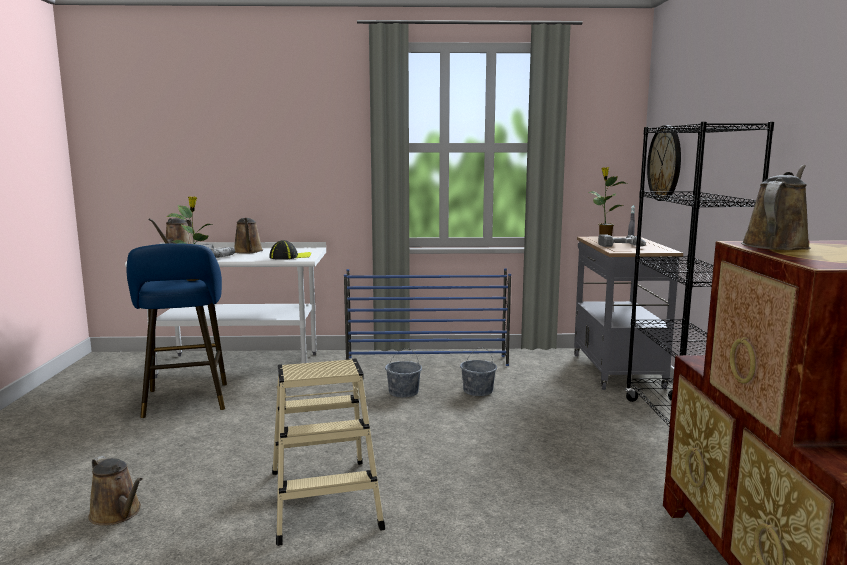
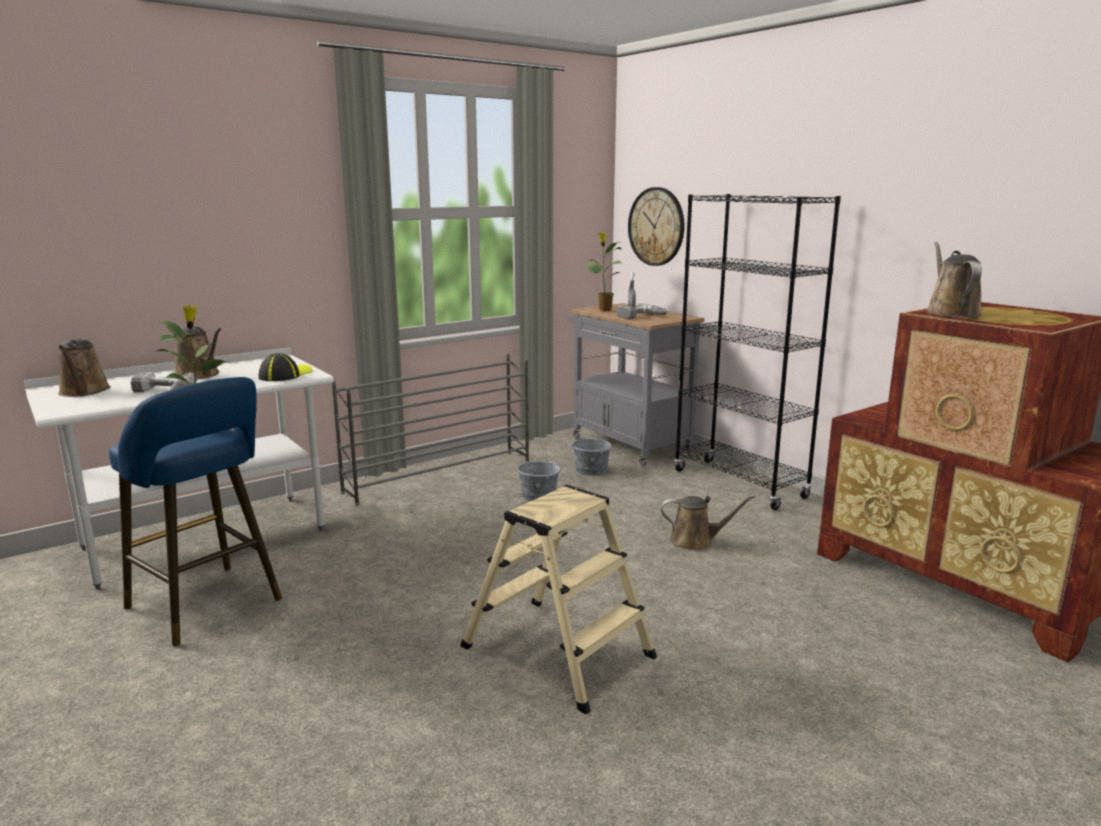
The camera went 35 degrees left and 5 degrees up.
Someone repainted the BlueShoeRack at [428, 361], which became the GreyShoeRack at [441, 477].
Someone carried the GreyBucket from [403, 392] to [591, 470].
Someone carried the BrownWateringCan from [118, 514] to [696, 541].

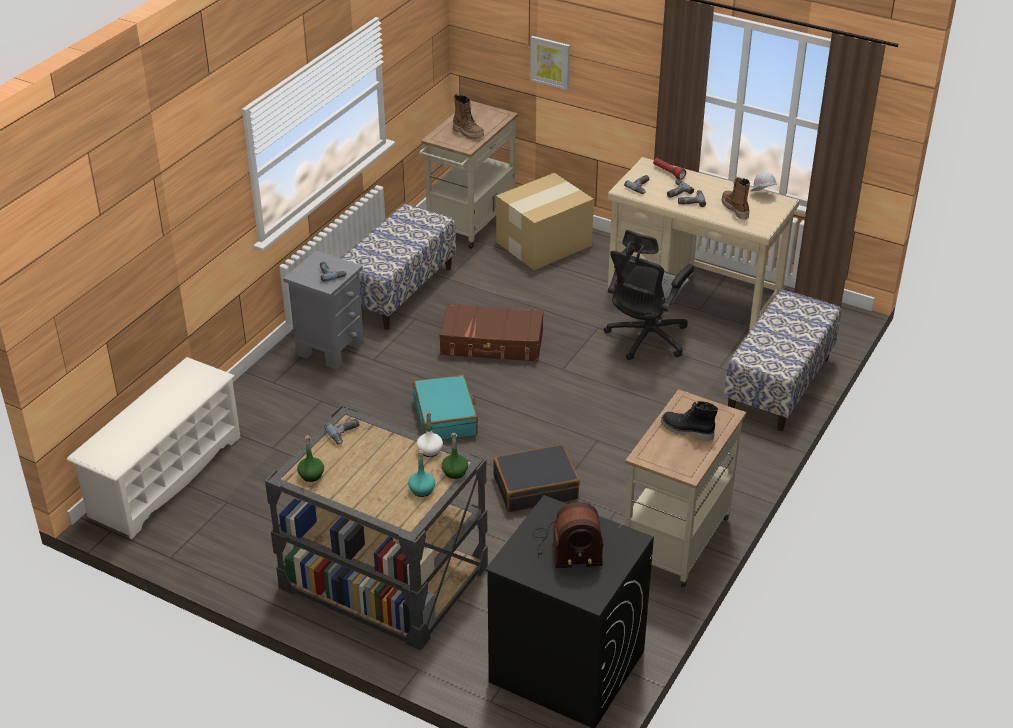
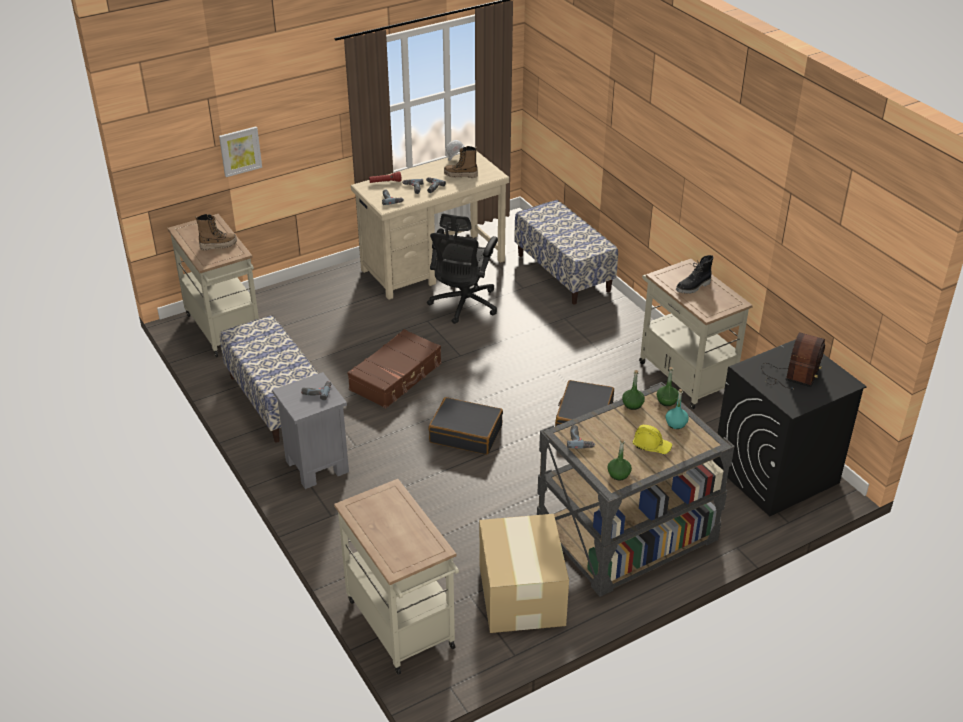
The camera went 60 degrees left and 0 degrees up.
Someone swapped the WhiteShoeRack at [165, 476] for the BeigeCart at [402, 626].
Someone rotated the OfficeChair at [645, 340] by 45 degrees clockwise.
Someone repainted the TurquoiseSuitcase at [446, 417], which became the BlackSuitcase at [466, 433].
Someone carried the CardboardBox from [545, 243] to [522, 593].
Someone repainted the WhiteBottle at [429, 450], which became the GreenBottle at [632, 404].
Someone put down the YellowHardHat at [651, 446].

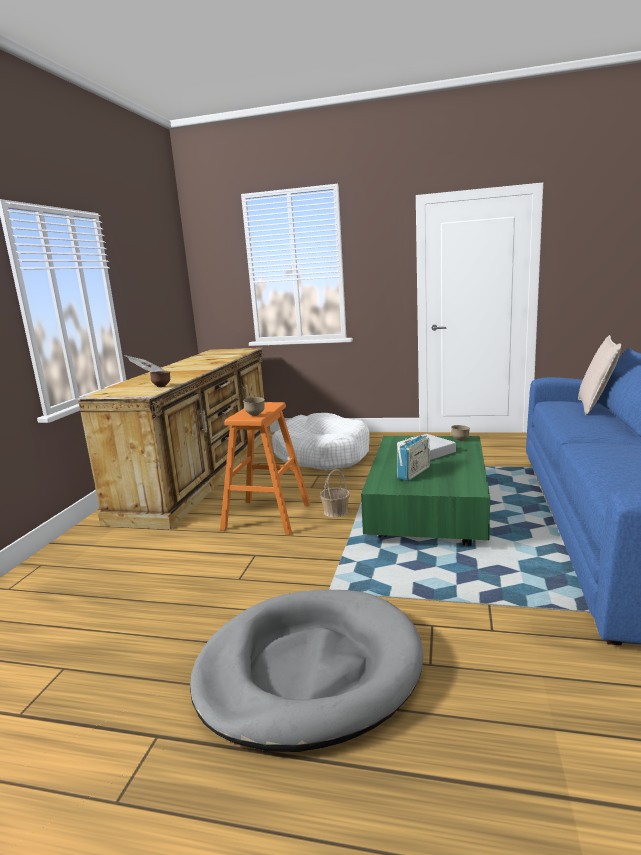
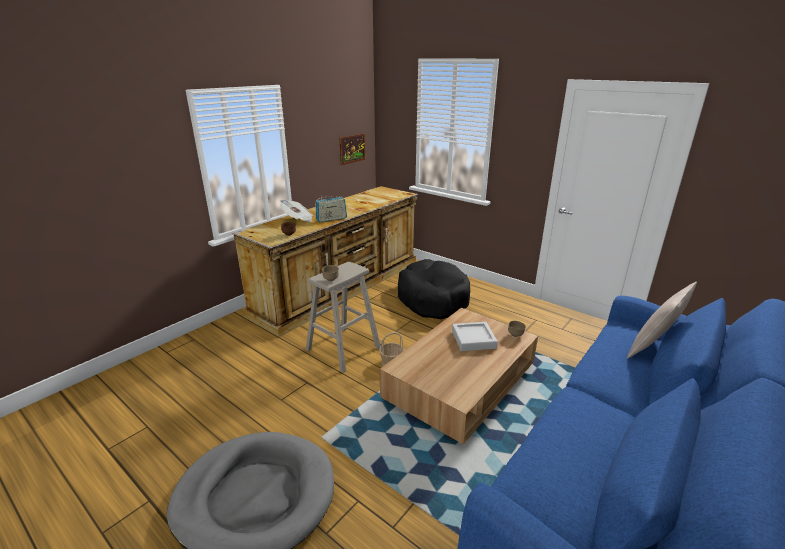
The camera went 25 degrees right and 10 degrees up.
Someone repainted the OrangeStool at [267, 516], which became the BeigeStool at [343, 348].
Someone carried the Radio from [414, 473] to [331, 219].
Someone put up the Picture at [352, 148].
Someone repainted the GreenCoffeeTable at [428, 508], which became the BrownCoffeeTable at [460, 386].
Someone repainted the WhiteDogBed at [322, 455], which became the BlackDogBed at [432, 298].

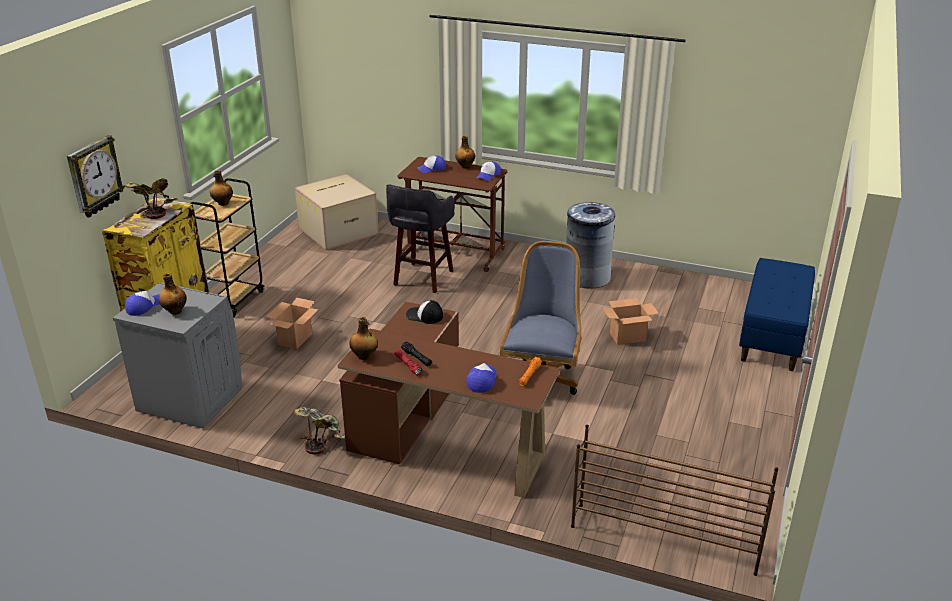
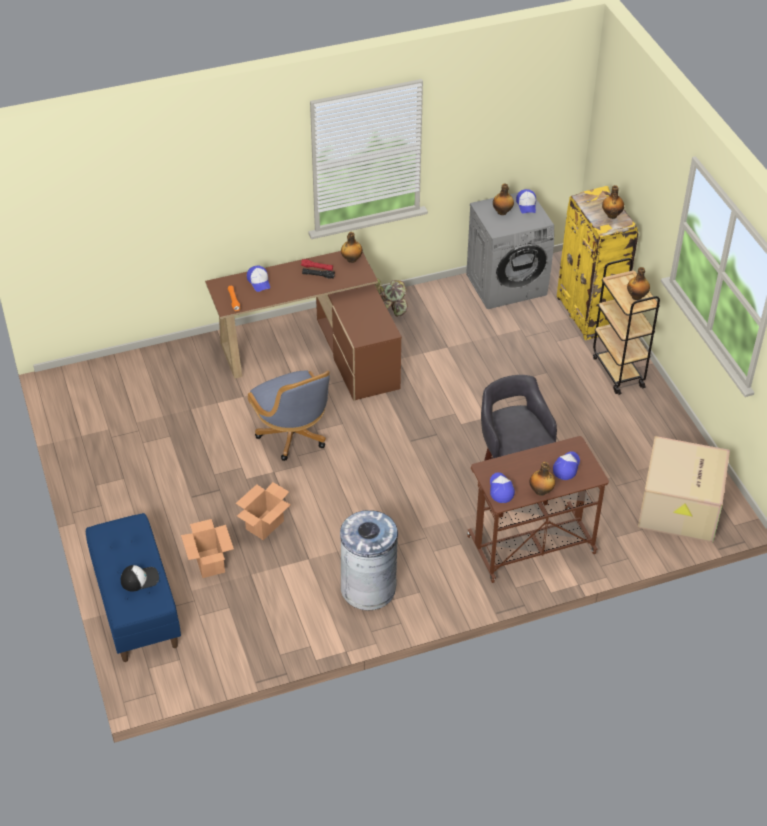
The camera went 140 degrees right and 15 degrees up.
Someone carried the Cap from [424, 316] to [140, 579].
Someone carried the CardboardBox from [295, 339] to [209, 562].
Someone swapped the PottedPlant at [152, 209] for the Bottle at [612, 215].
Someone took away the WallClock at [94, 176].
Someone took away the BrownShoeRack at [663, 538].

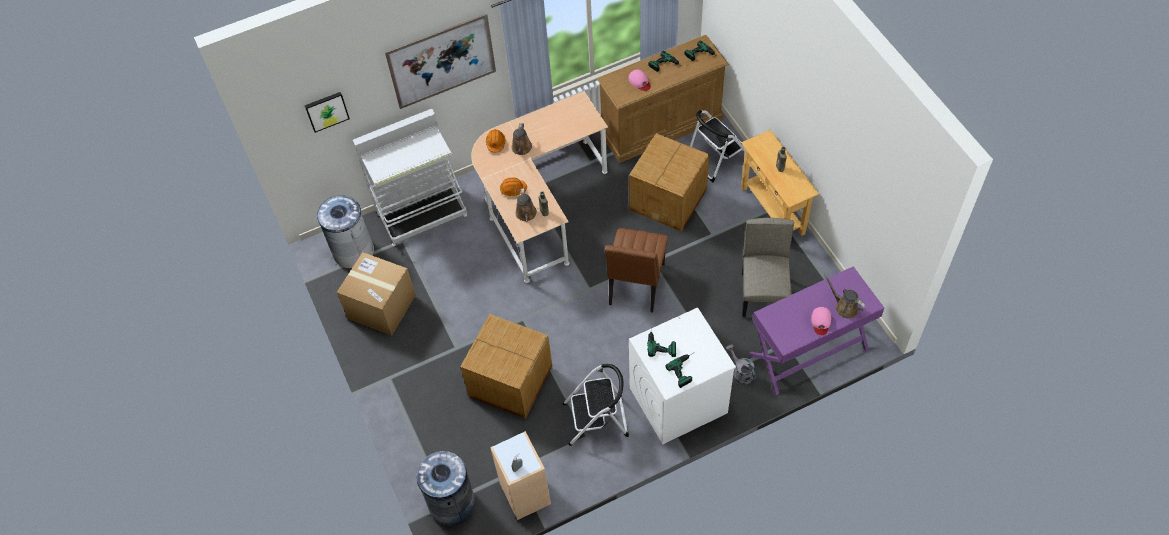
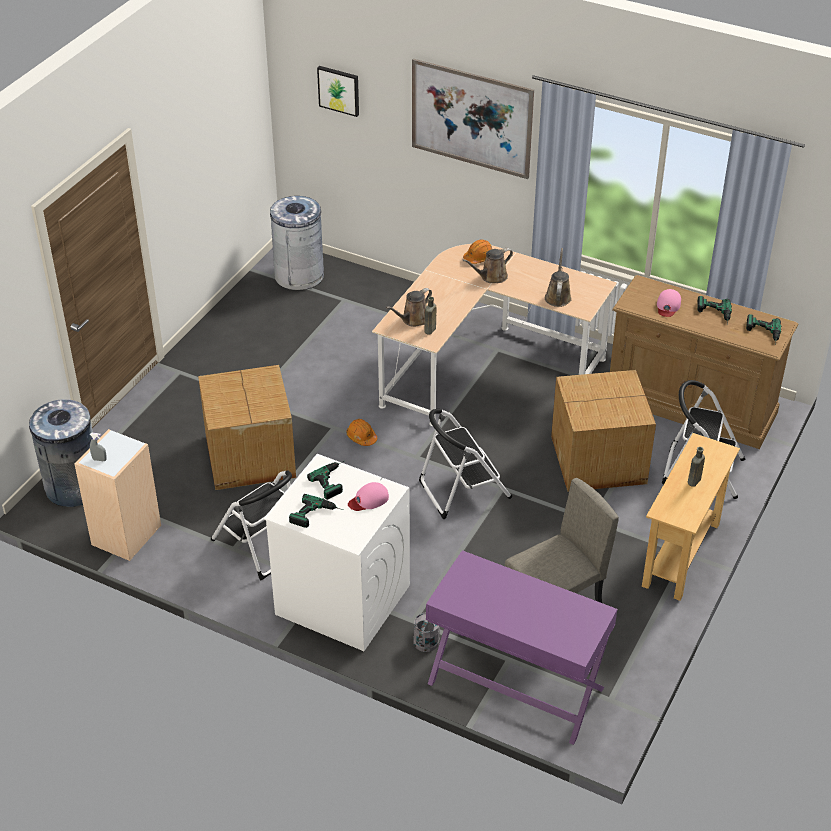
The camera went 50 degrees right and 15 degrees down.
Someone carried the OrangeHardHat from [513, 189] to [361, 437].
Someone carried the PinkCap from [821, 321] to [368, 500].
Someone swapped the BrownChair at [636, 283] for the StepLadder at [461, 490].
Someone carried the BrownWateringCan from [844, 307] to [558, 296].
Someone took away the CardboardBox at [381, 306].
Someone took away the WhiteShoeRack at [423, 217].

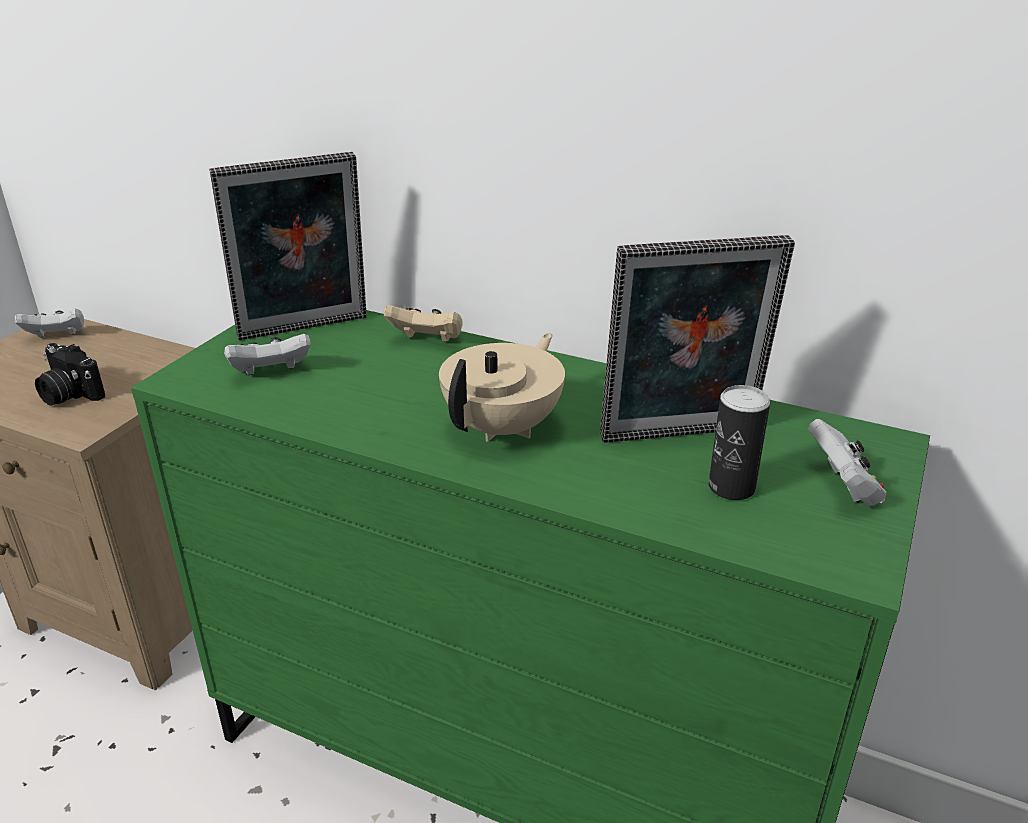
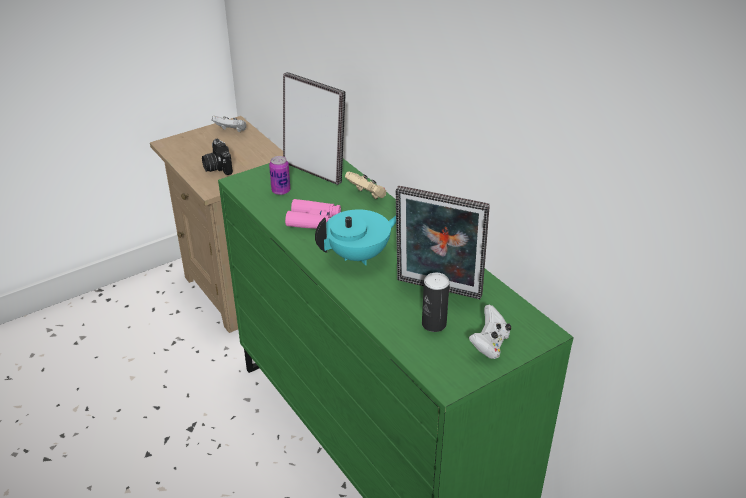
The camera went 30 degrees right and 5 degrees up.
Someone swapped the WhiteGameController at [271, 373] for the Can at [281, 191].
Someone rotated the PictureFrame at [305, 330] by 150 degrees counterclockwise.
Someone put down the PinkBinoculars at [314, 221].
Someone repainted the BeigeTeapot at [504, 427], which became the TurquoiseTeapot at [359, 255].

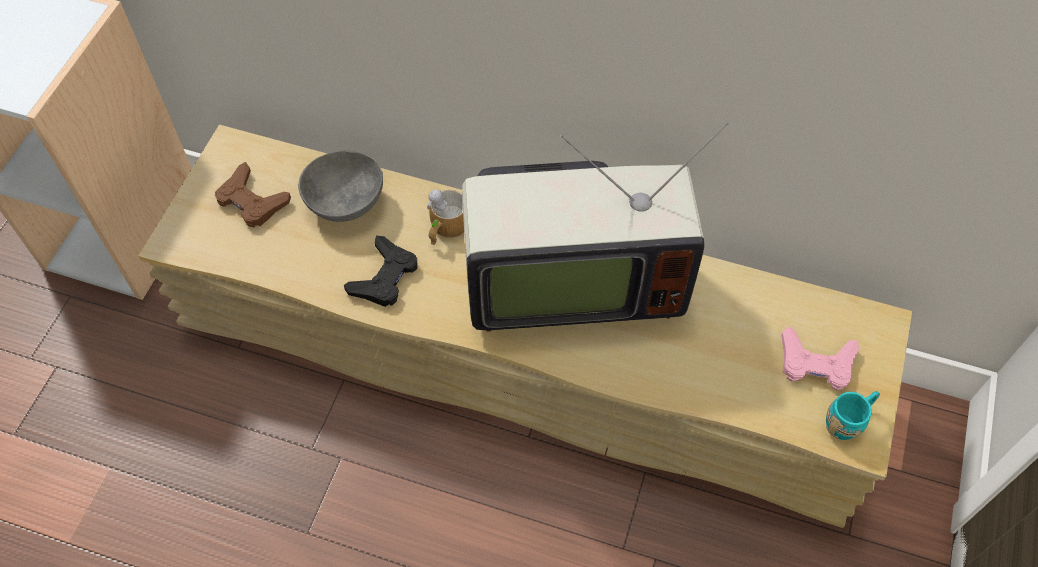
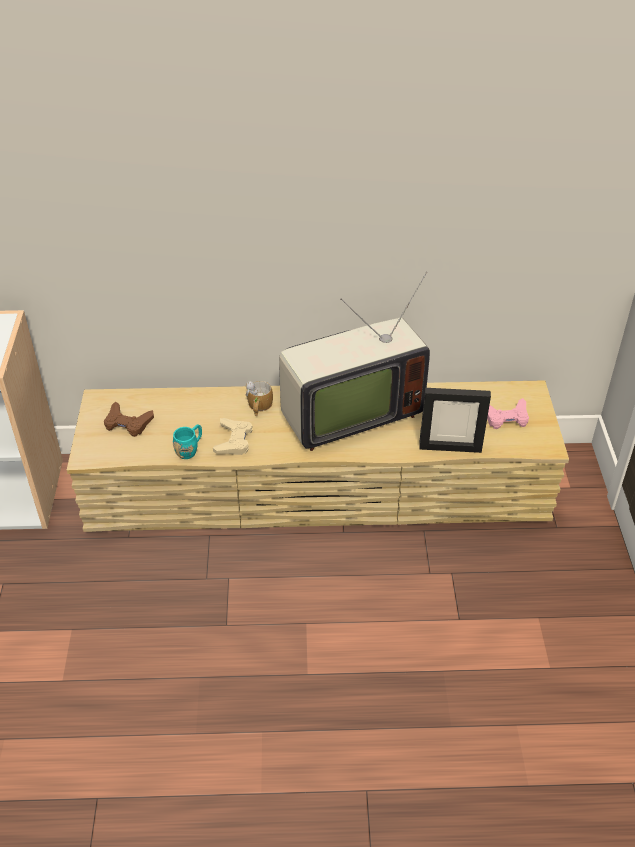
The camera went 20 degrees left and 15 degrees down.
Someone carried the TurquoiseMug from [848, 421] to [190, 449].
Someone repainted the BlackGameController at [384, 277], which became the BeigeGameController at [233, 440].
Someone put down the PictureFrame at [450, 447].
Someone took away the GreyBowl at [347, 204].

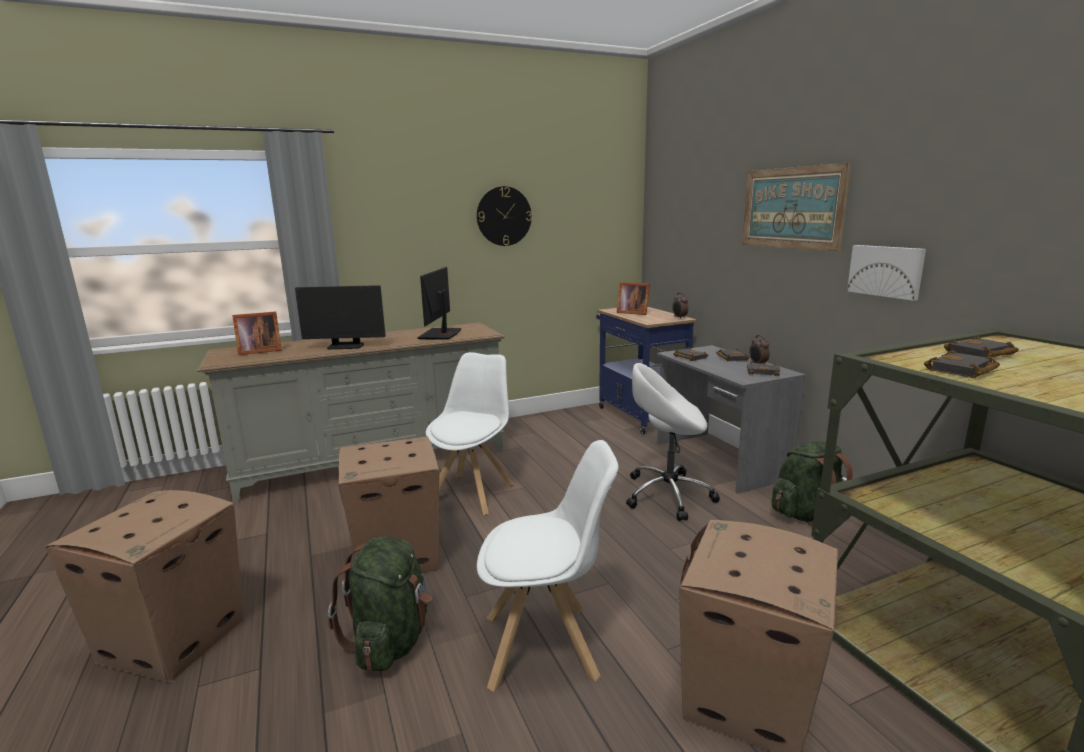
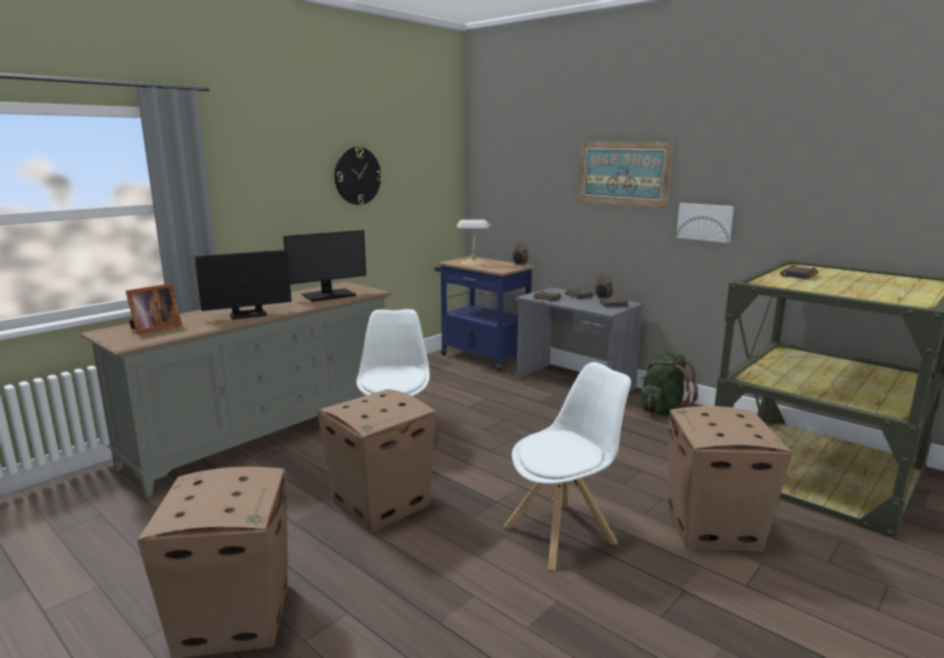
The camera went 25 degrees left and 0 degrees up.
Someone rotated the Monitor at [441, 334] by 105 degrees counterclockwise.
Someone swapped the PictureFrame at [632, 313] for the TableLamp at [473, 263].
Someone took away the GreenBackpack at [390, 641].
Someone took away the WhiteOfficeChair at [666, 494].
Someone took away the BlackBook at [962, 371].

